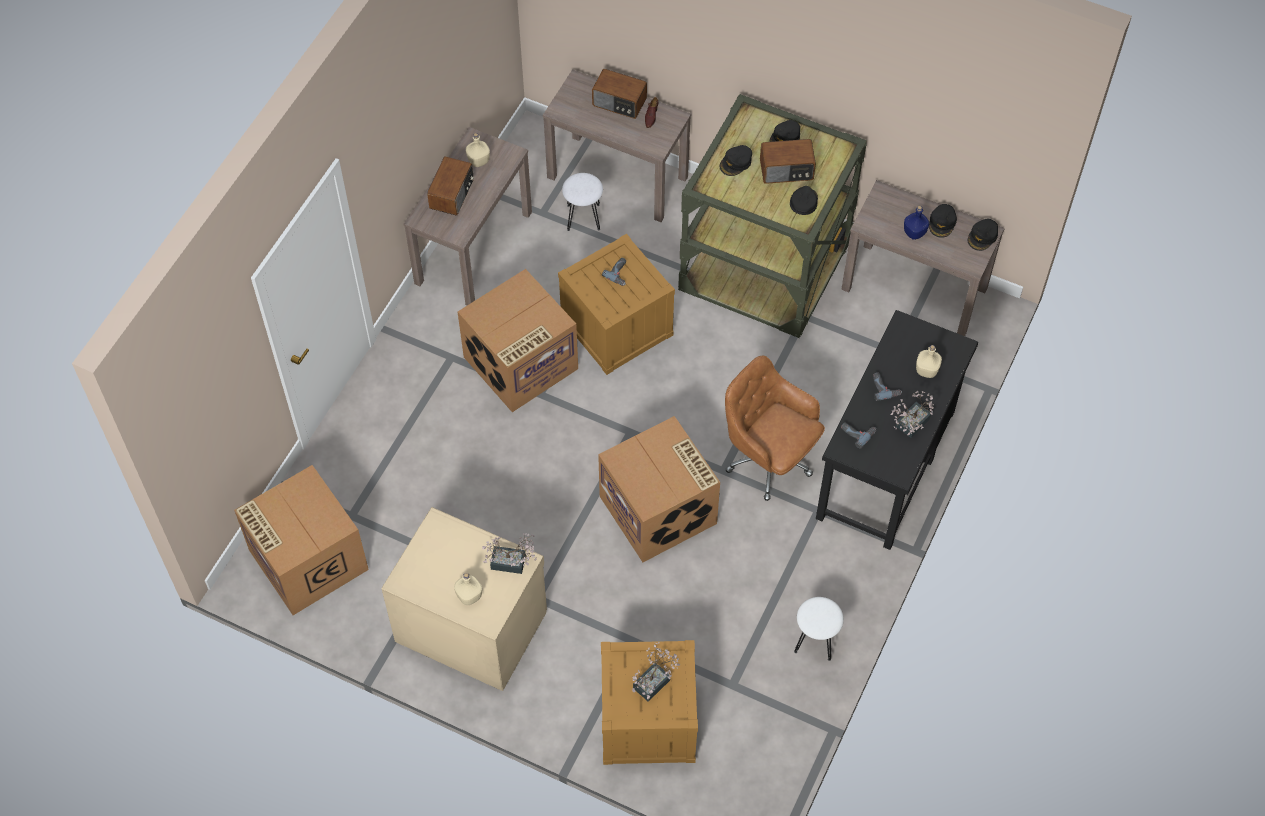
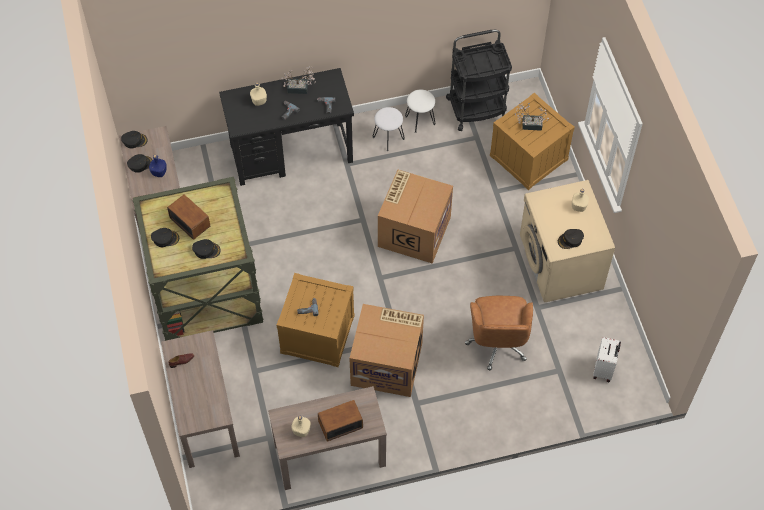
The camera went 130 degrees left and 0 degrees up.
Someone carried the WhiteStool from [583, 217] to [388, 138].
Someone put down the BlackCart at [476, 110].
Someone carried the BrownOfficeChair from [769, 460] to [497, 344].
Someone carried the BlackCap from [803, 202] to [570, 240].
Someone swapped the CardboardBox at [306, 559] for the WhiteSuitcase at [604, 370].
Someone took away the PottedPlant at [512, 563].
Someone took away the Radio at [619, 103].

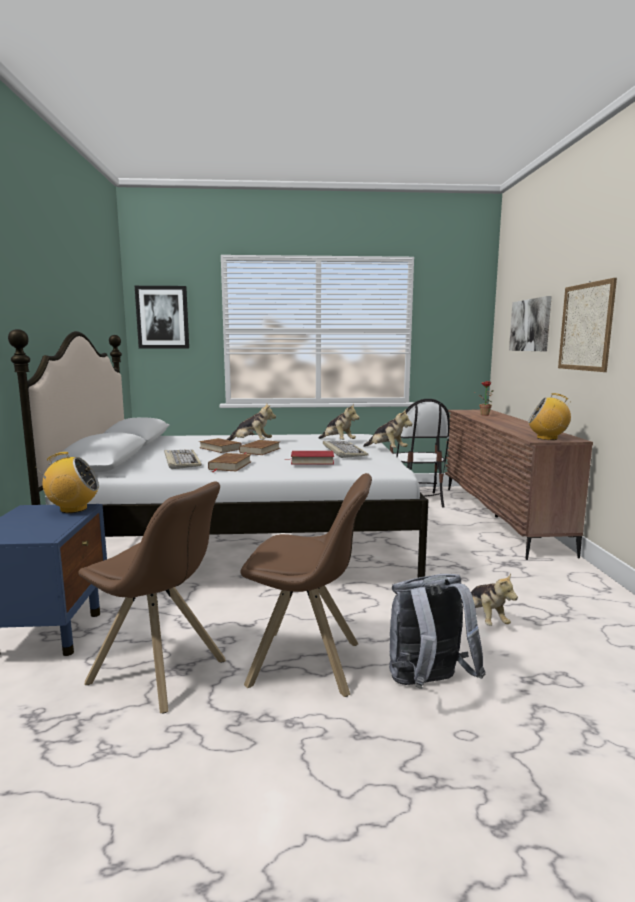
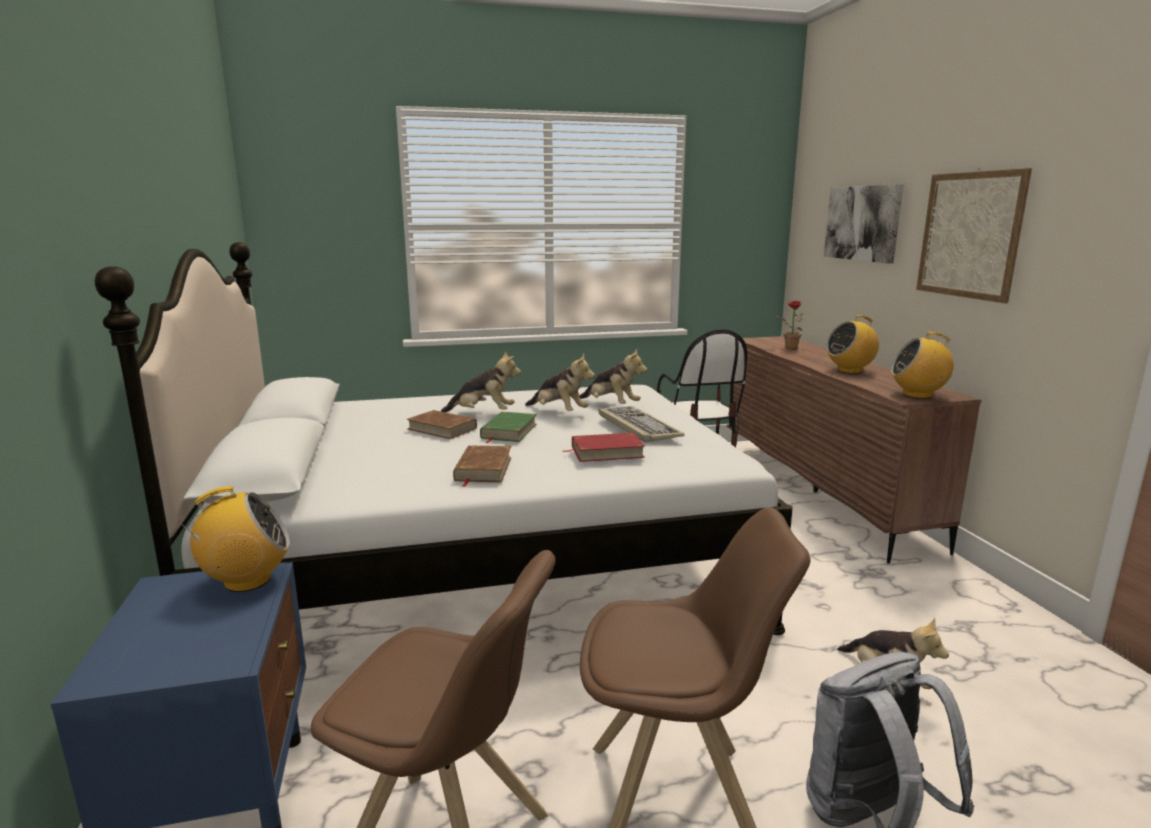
The camera went 10 degrees left and 5 degrees up.
Someone repainted the BrownBook at [259, 450], which became the GreenBook at [508, 431].
Someone carried the PlushToy from [386, 450] to [559, 412].
Someone put down the Radio at [850, 371].
Someone took away the Picture at [162, 317].
Someone took away the Keyboard at [181, 461].

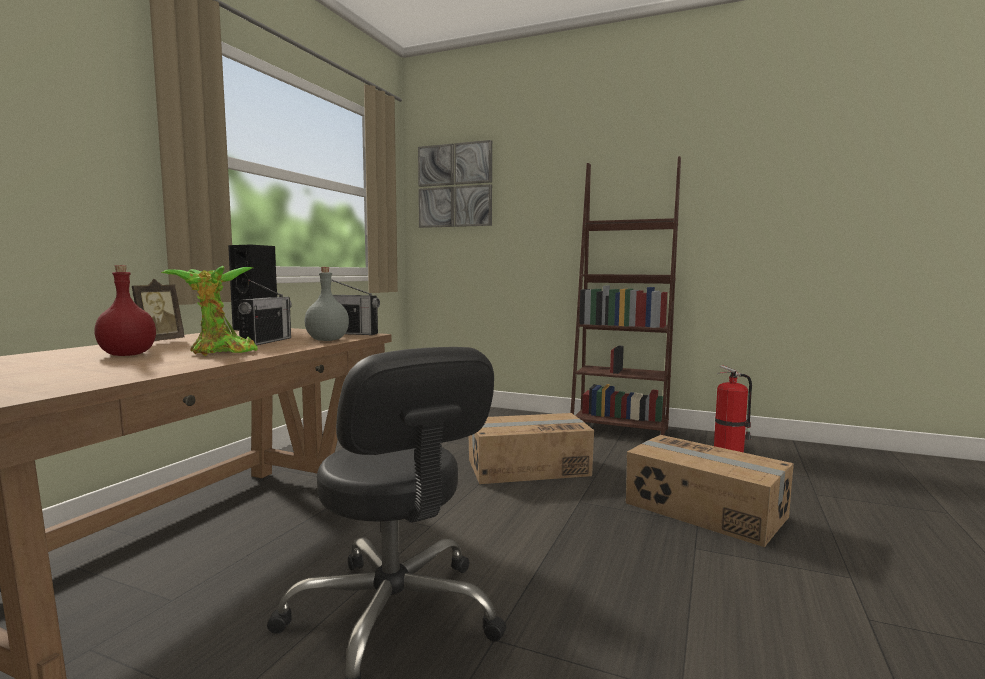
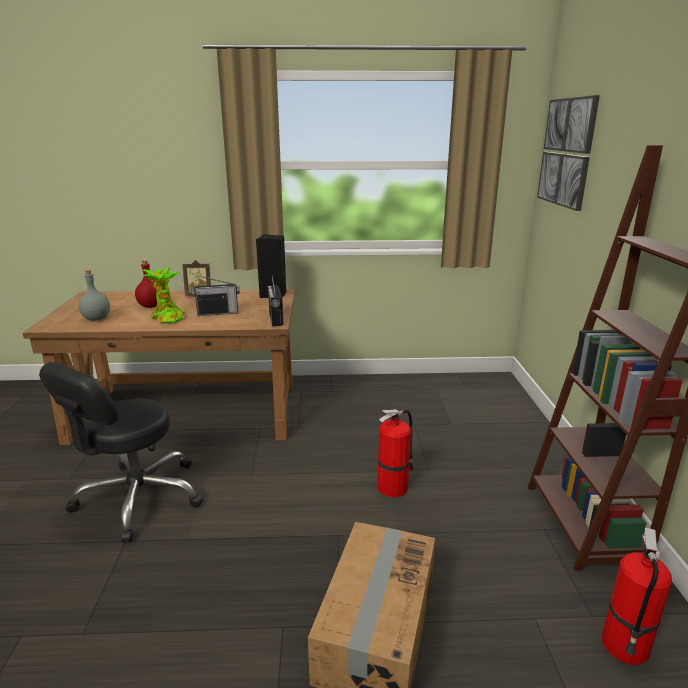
The camera went 65 degrees right and 15 degrees up.
Someone carried the GreyBottle from [327, 340] to [97, 318].
Someone swapped the CardboardBox at [527, 467] for the FireExtinguisher at [394, 487].

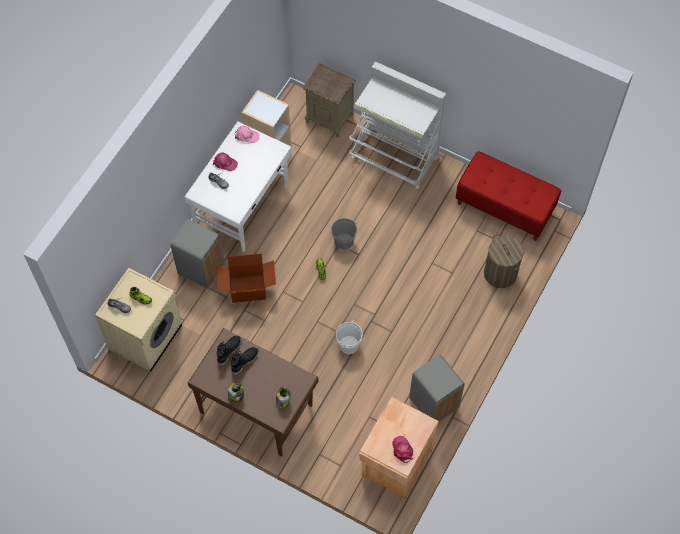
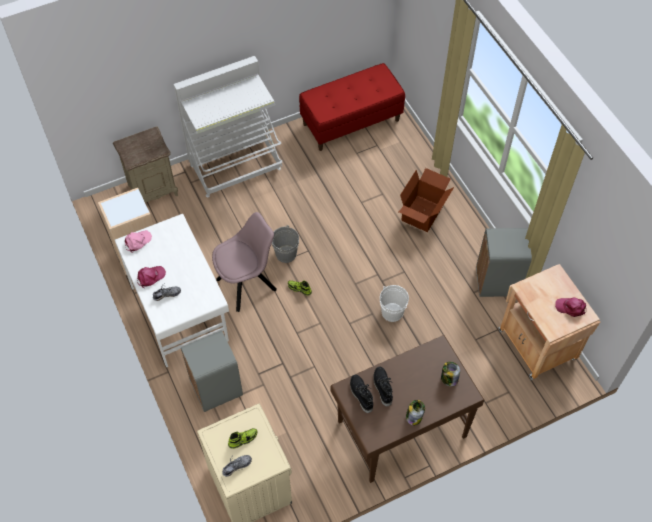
The camera went 55 degrees left and 5 degrees down.
Someone put down the PinkChair at [247, 285].
Someone carried the CardboardBox from [248, 289] to [422, 214].
Someone took away the LaundryBasket at [500, 273].

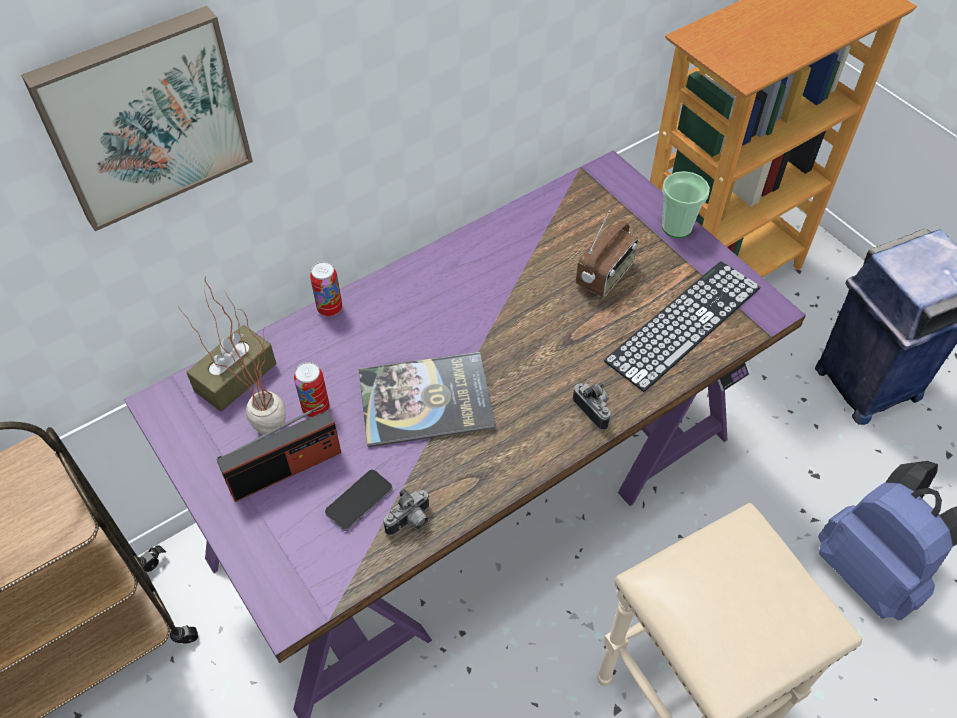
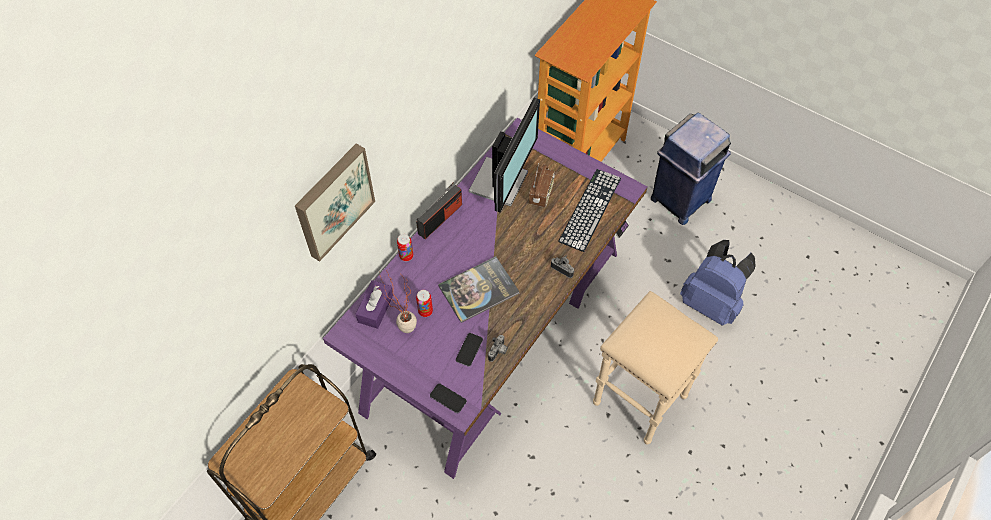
The camera went 20 degrees left and 5 degrees up.
Someone repainted the BrownTissueBox at [235, 377], which became the PurpleTissueBox at [375, 308].
Someone carried the Radio from [285, 469] to [440, 219].
Someone put down the Phone at [448, 399].
Someone put down the Monitor at [501, 182].
Someone took away the Cup at [676, 227].

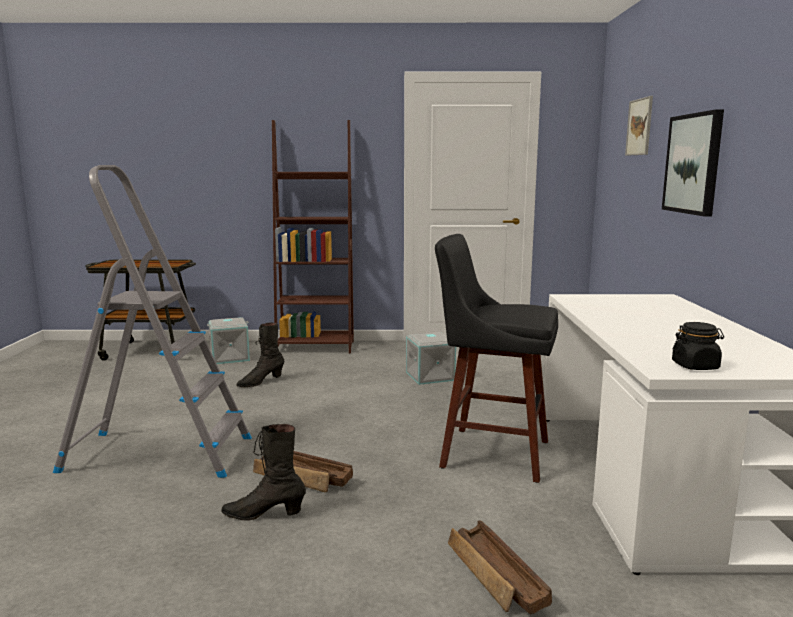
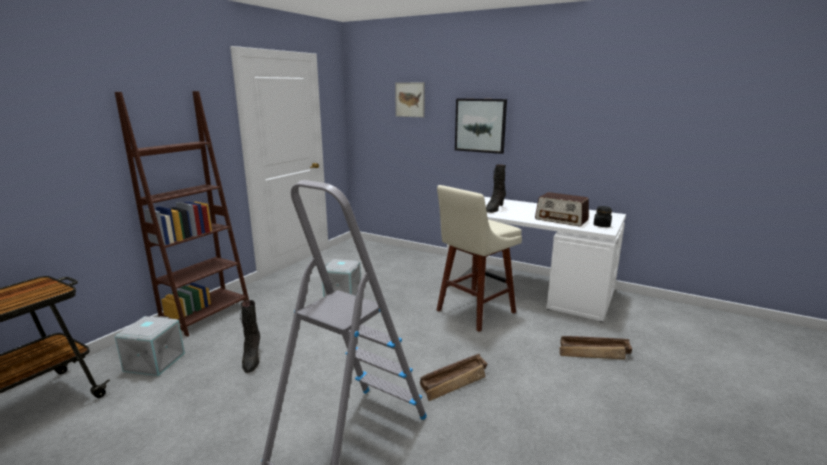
The camera went 60 degrees left and 5 degrees up.
Someone repainted the BlackStool at [492, 453], which became the BeigeStool at [474, 312].
Someone carried the BlackBoot from [264, 514] to [494, 209].
Someone put down the Radio at [561, 220].

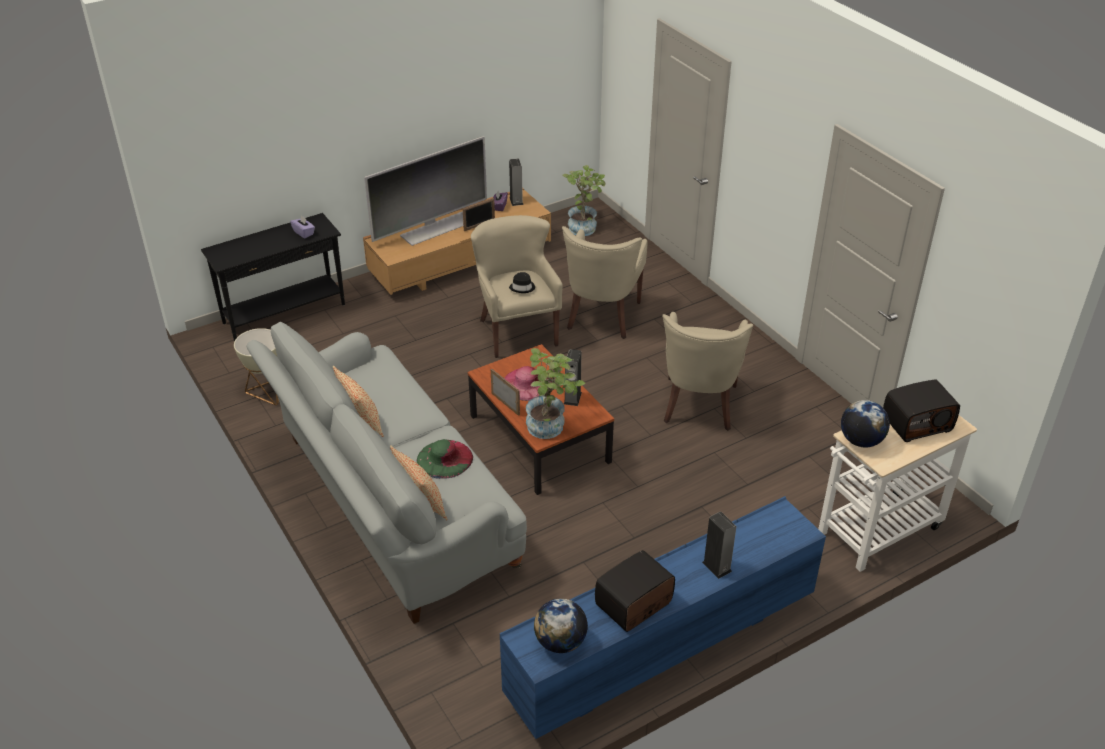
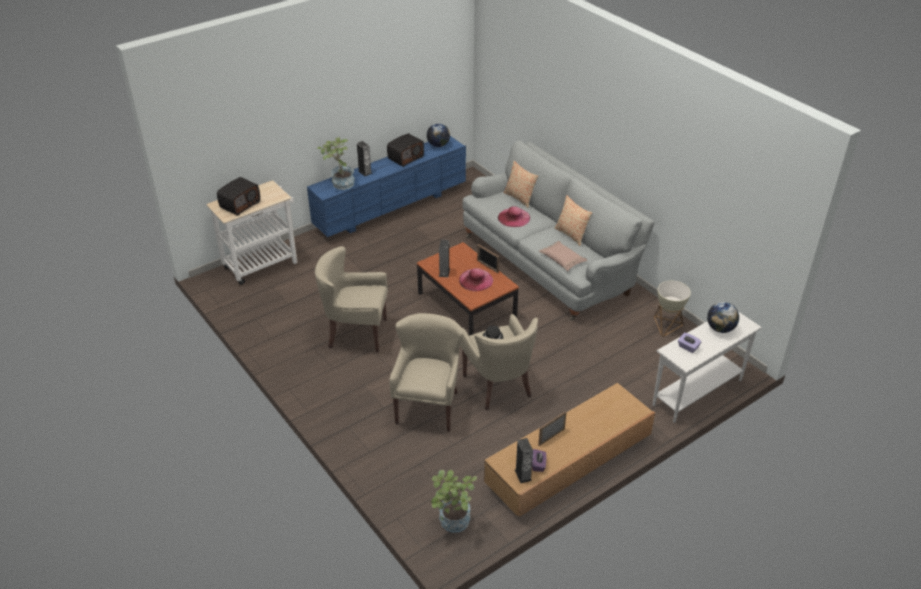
The camera went 175 degrees right and 0 degrees up.
Someone rotated the Radio at [916, 423] by 150 degrees clockwise.
Someone rotated the BeigeArmchair at [699, 405] by 90 degrees counterclockwise.
Someone carried the PottedPlant from [551, 427] to [340, 184].
Someone repainted the GreenHat at [444, 459], which became the PinkHat at [514, 217].
Someone put down the BeigePillow at [562, 258].
Someone repainted the BlackConsoleTable at [285, 313], which became the WhiteConsoleTable at [697, 393].
Someone carried the Globe from [861, 441] to [720, 329].
Someone took away the Television at [436, 228].

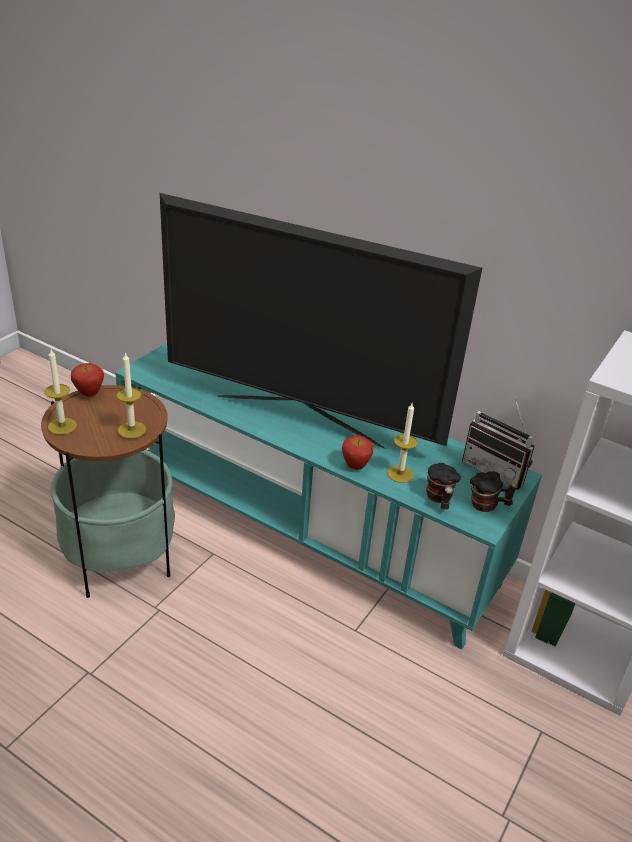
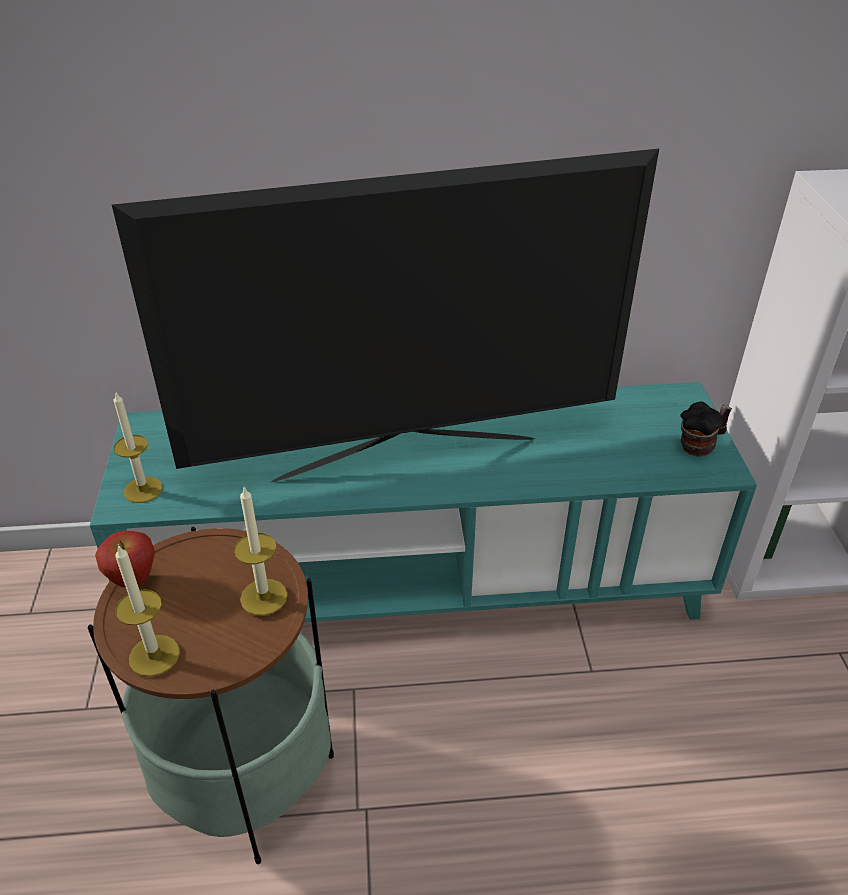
The camera went 35 degrees left and 5 degrees up.
Someone carried the Candle from [400, 474] to [143, 489].
Someone took away the Apple at [355, 466].
Someone took away the Mug at [439, 500].
Someone took away the Radio at [497, 470].

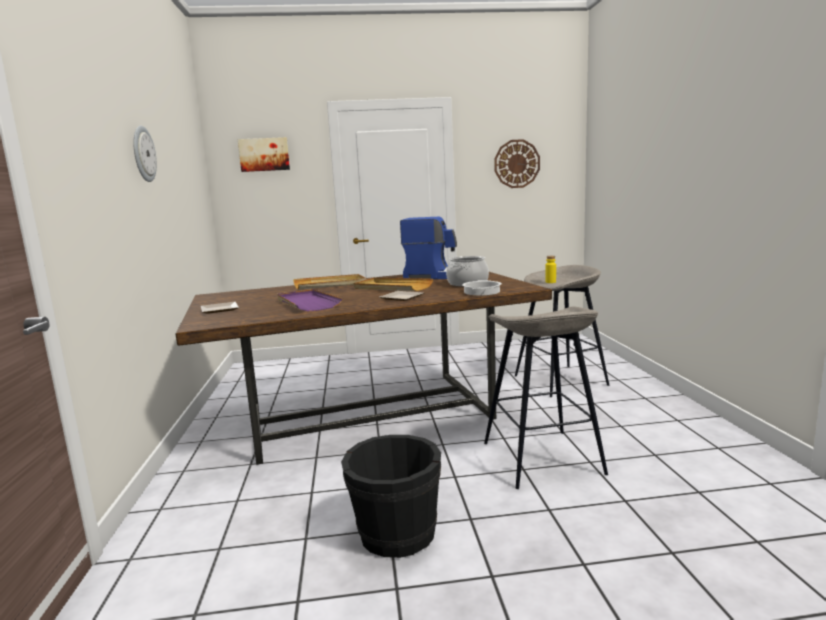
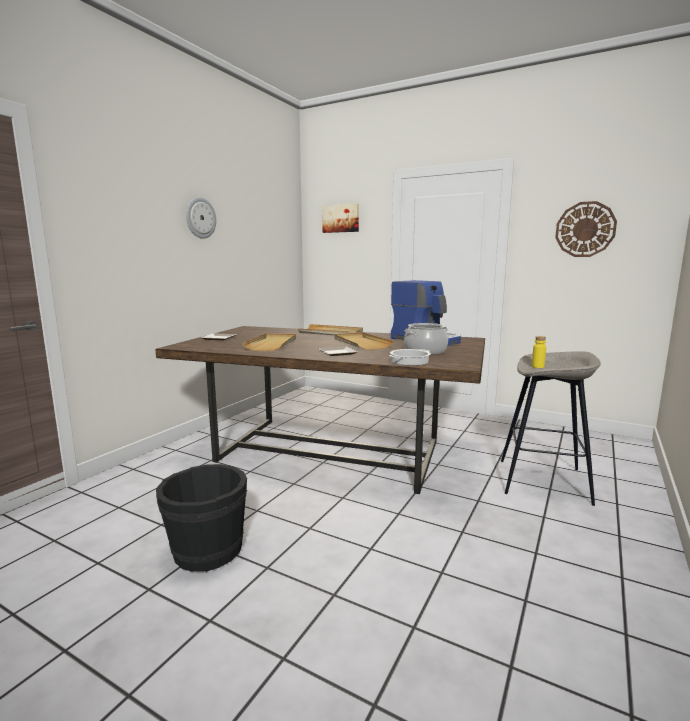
The camera went 35 degrees right and 0 degrees up.
Someone repainted the PurpleTray at [307, 303], which became the BeigeTray at [272, 344].
Someone took away the GreyStool at [541, 458].

